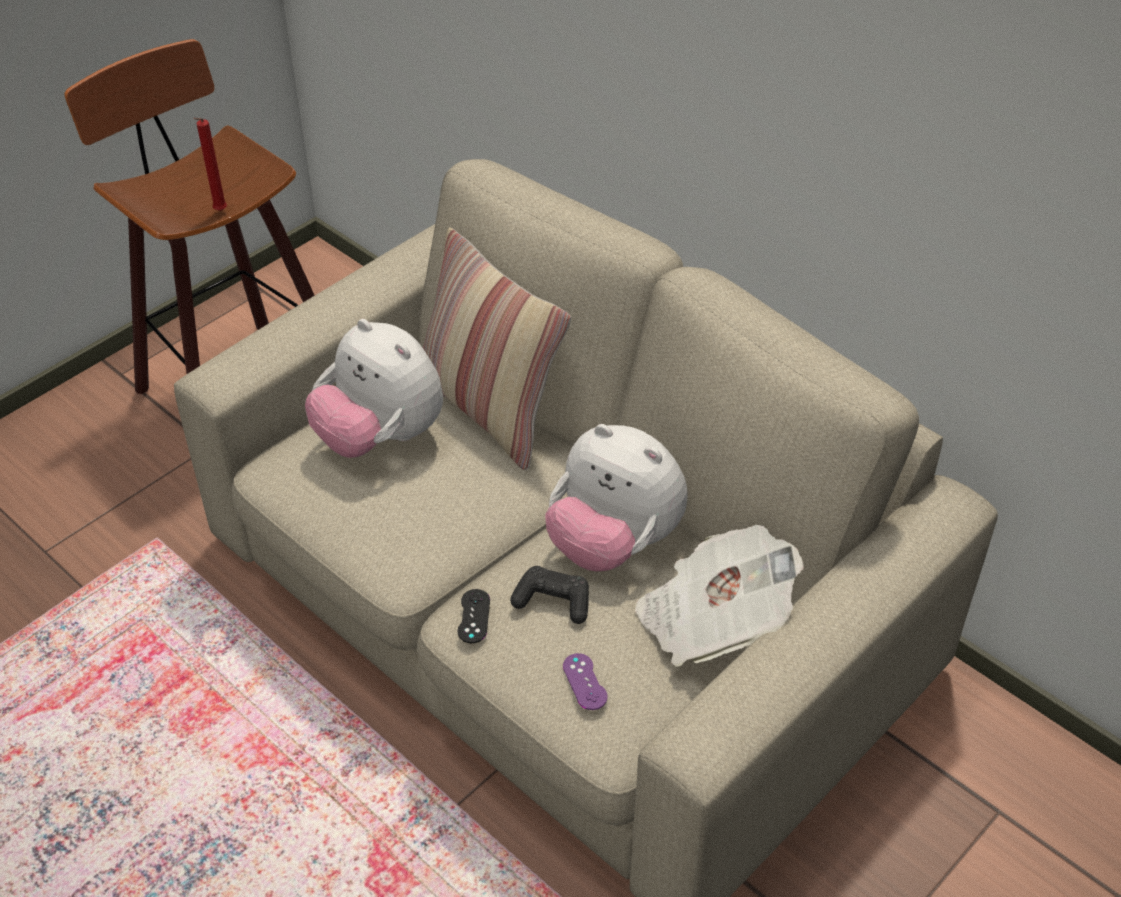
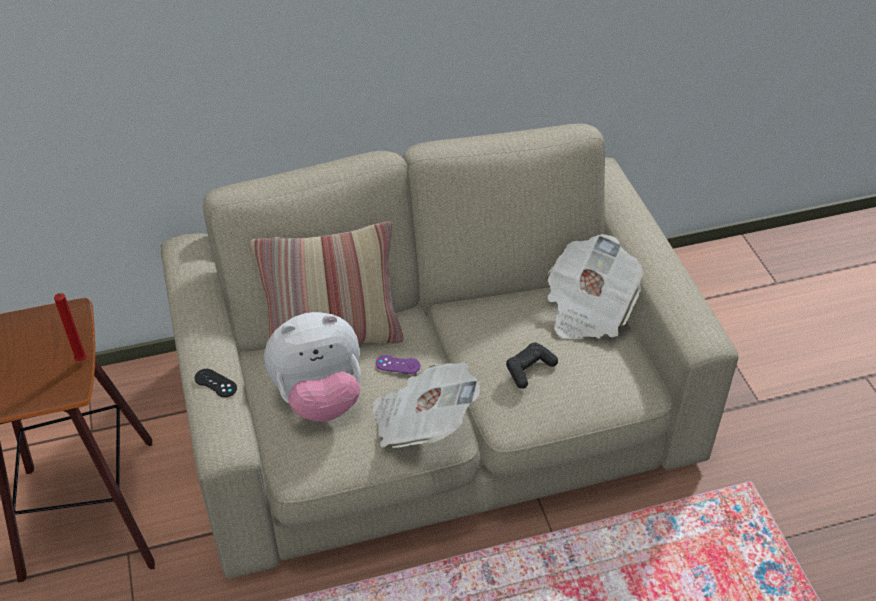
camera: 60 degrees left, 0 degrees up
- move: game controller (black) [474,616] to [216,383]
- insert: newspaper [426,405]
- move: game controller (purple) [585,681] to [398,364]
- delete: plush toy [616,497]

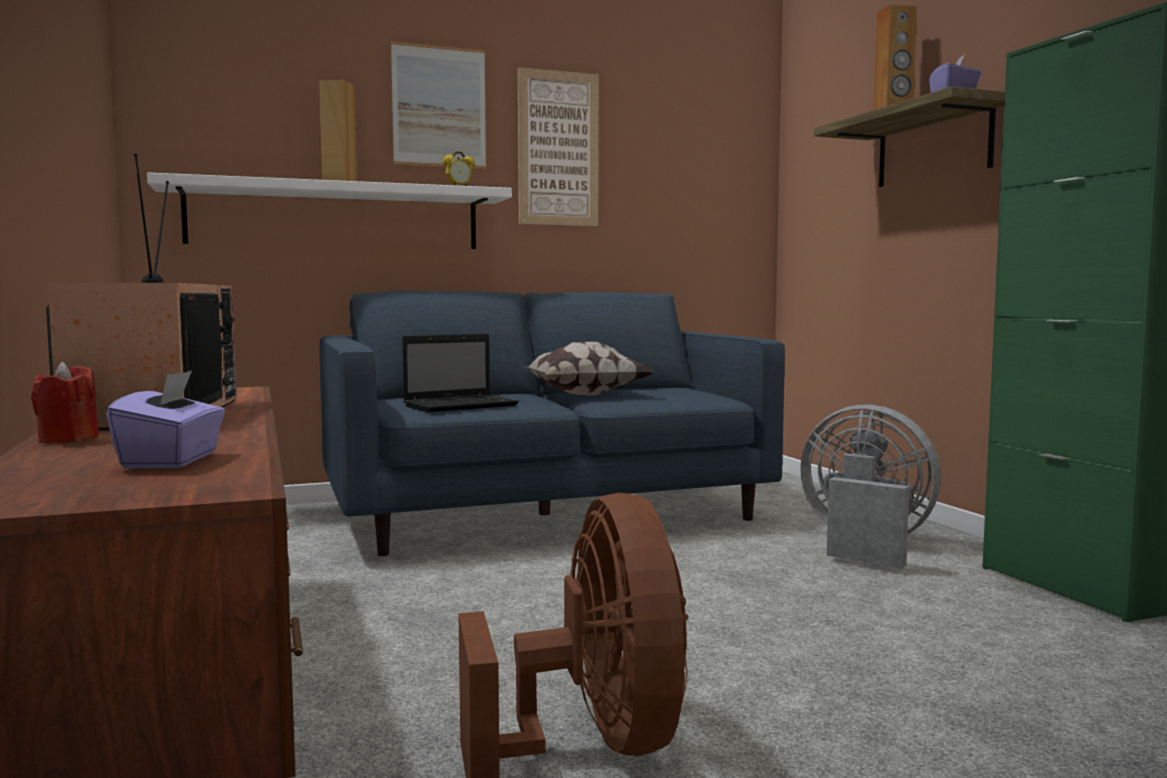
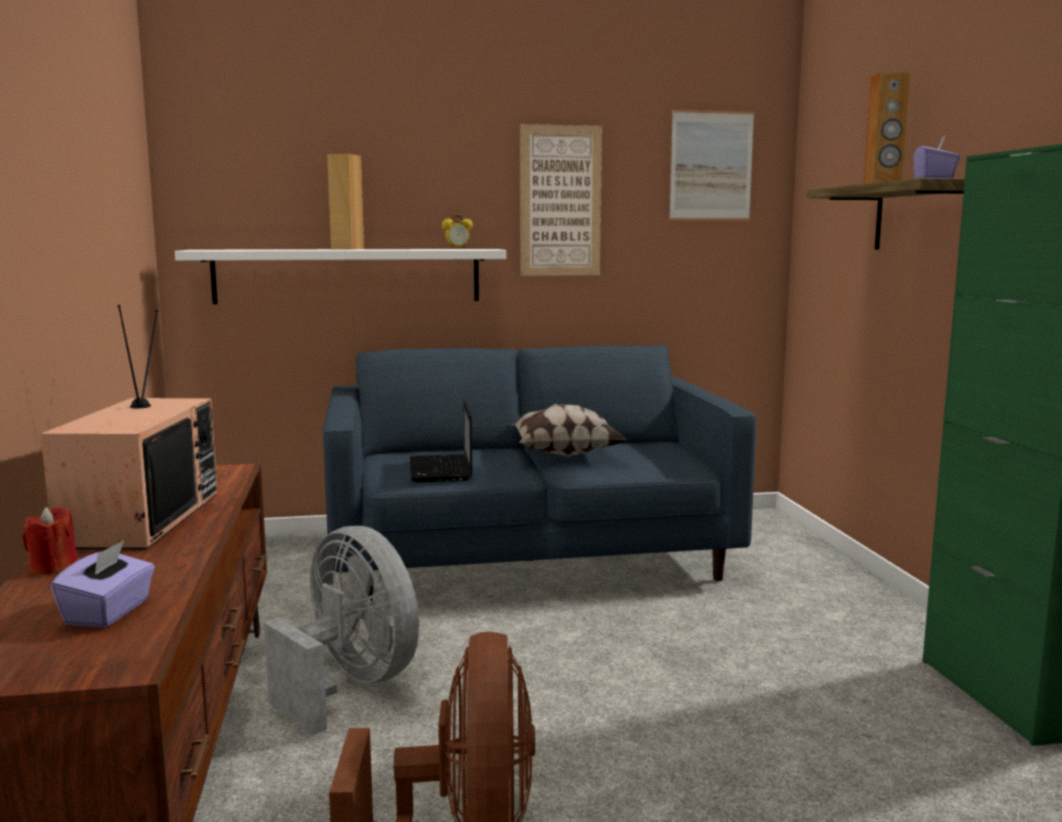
camera: 10 degrees right, 5 degrees up
- move: fan (grey) [870,487] to [341,631]
- rotate: laptop [460,373] = [441,441] 105 degrees clockwise
- move: picture [438,105] to [711,165]

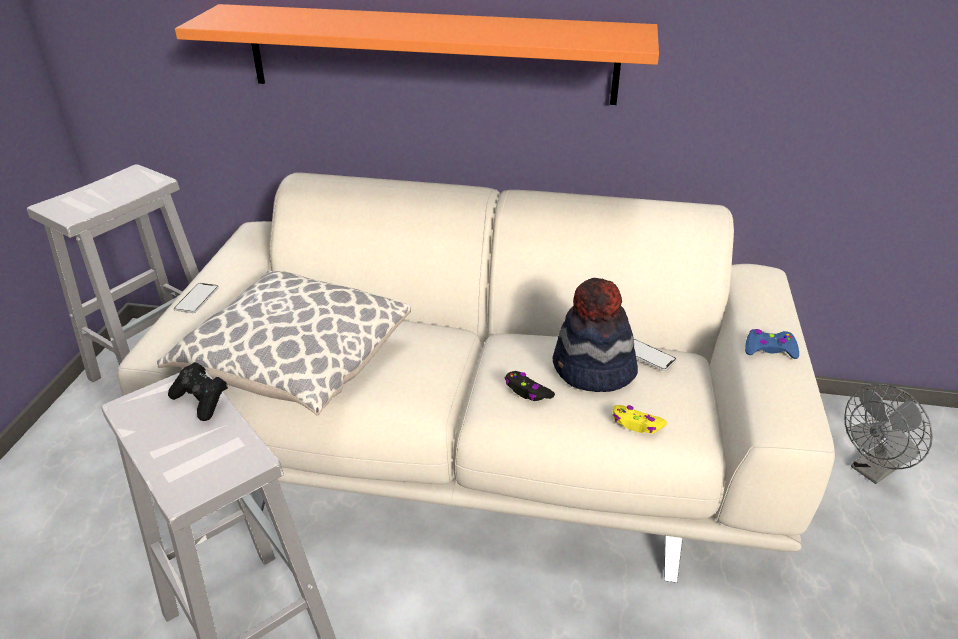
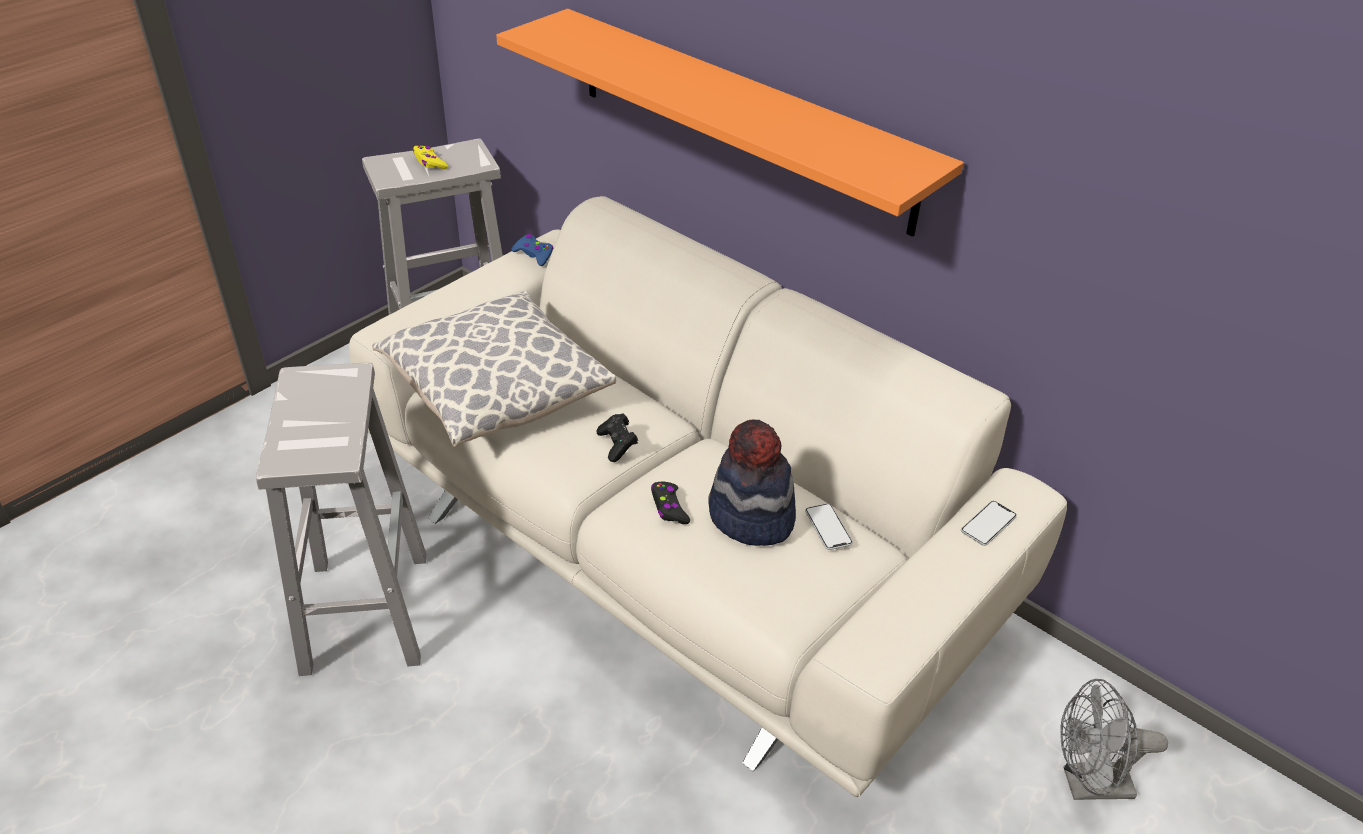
camera: 30 degrees right, 5 degrees up
- move: game controller (yellow) [639,419] to [430,157]
- move: game controller (blue) [772,344] to [532,250]
- move: game controller (black) [198,391] to [617,437]
- move: phone [196,298] to [989,523]

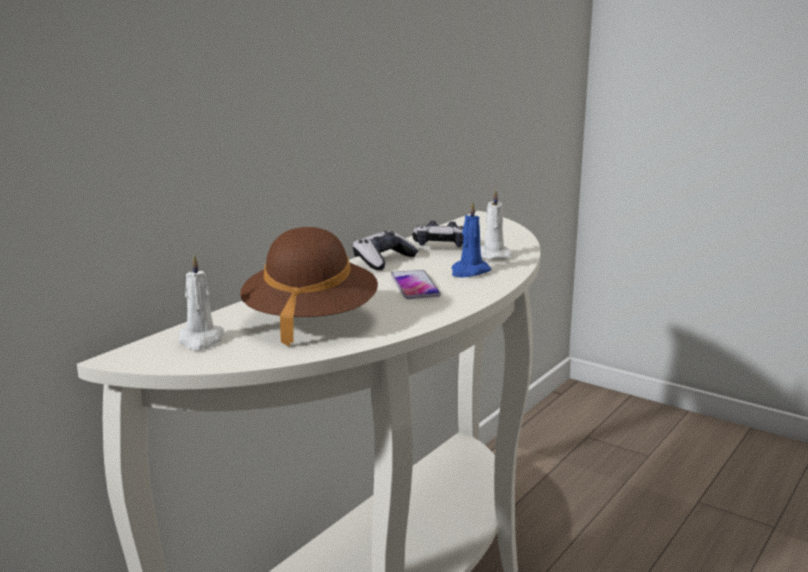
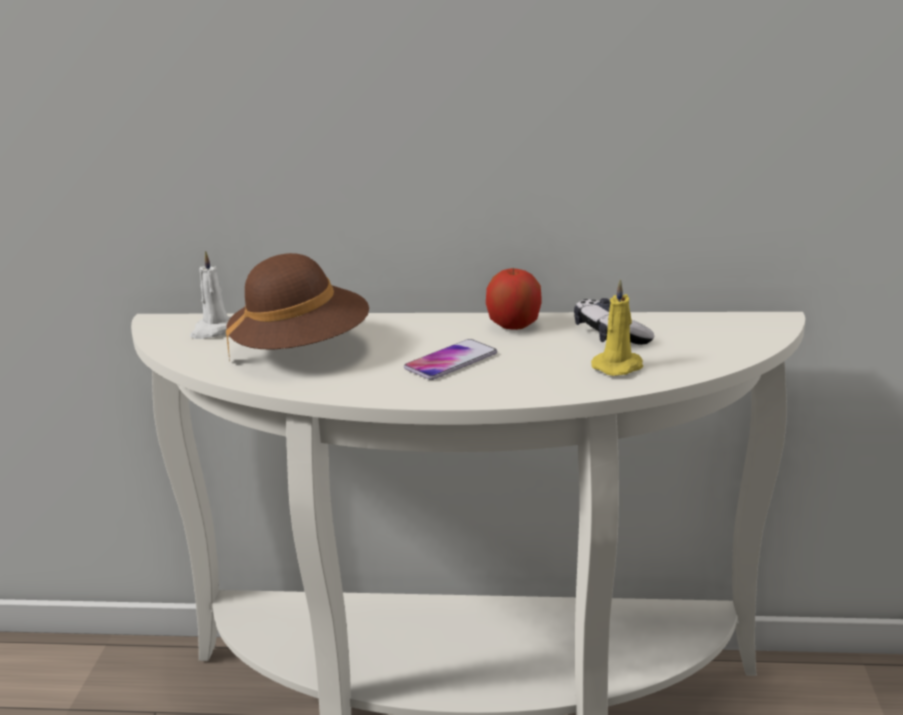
camera: 60 degrees right, 5 degrees up
- replace: game controller [385,250] to apple [514,299]
- recolor: candle (white) [496,225] to candle (yellow) [617,327]
- delete: candle (blue) [471,239]

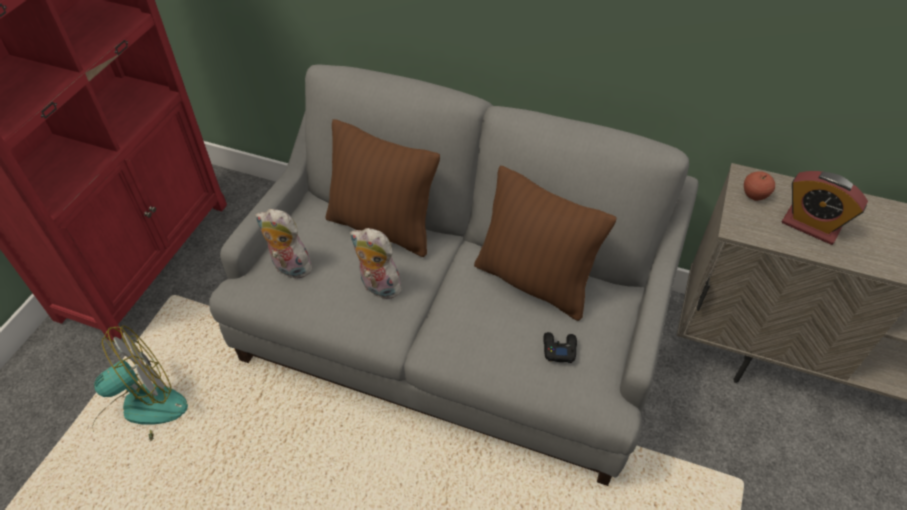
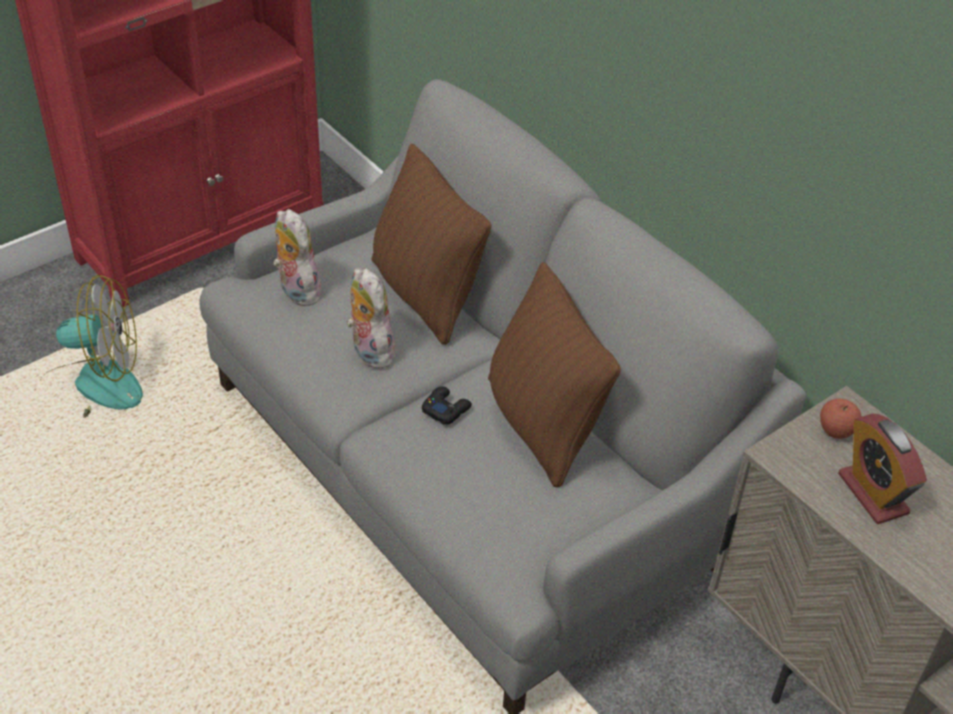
camera: 30 degrees right, 5 degrees down
- move: game controller (black) [560,347] to [447,405]

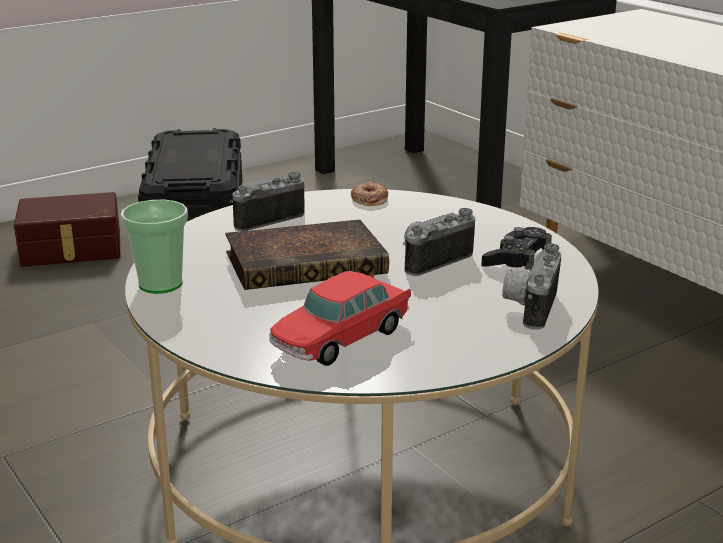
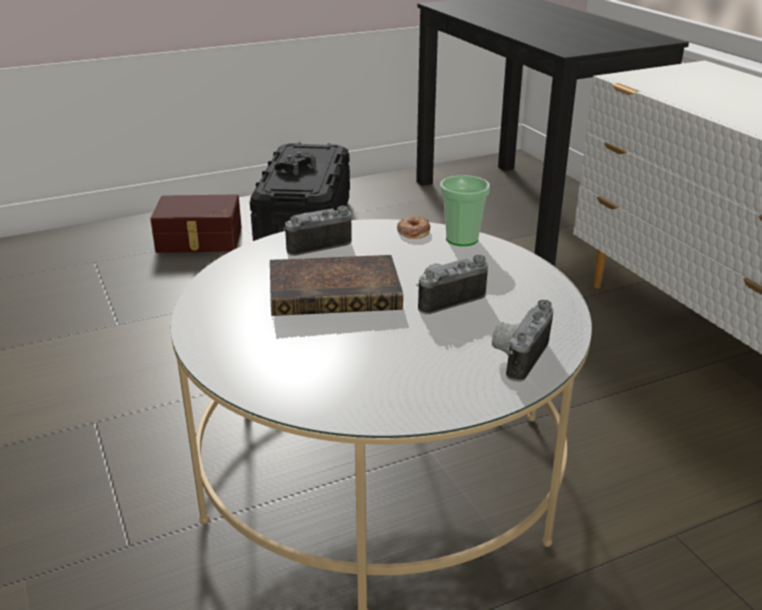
camera: 10 degrees right, 5 degrees up
- move: game controller (black) [516,248] to [295,164]
- move: cup [154,247] to [465,210]
- delete: toy car [340,318]

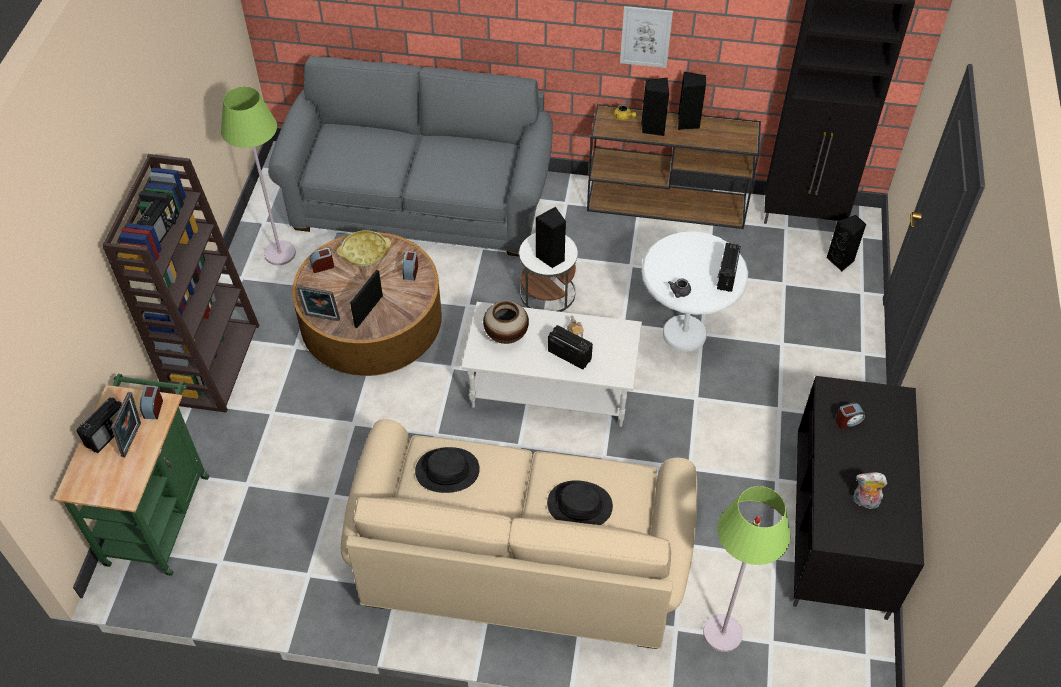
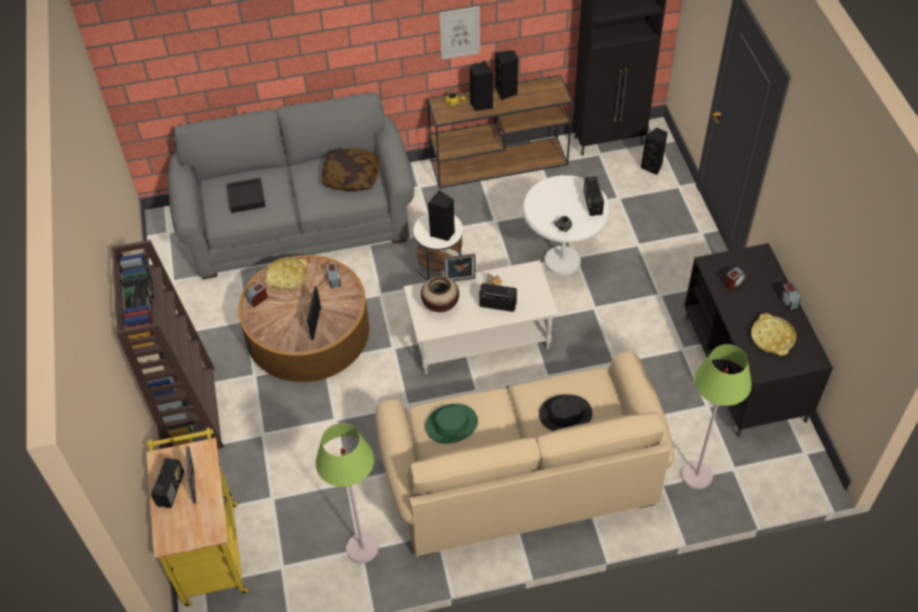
camera: 20 degrees left, 0 degrees up
- recolor: cart (green) [131,475] to cart (yellow) [197,517]
- insert: tray (black) [246,195]
- move: floor lamp (green) [258,176] to [347,493]
- insert: pillow [350,170]
- recolor: hat (black) [447,470] to hat (green) [451,423]
- move: picture frame [318,303] to [459,267]
- replace: plush toy [870,490] to tray (yellow) [773,334]
- move: alarm clock [151,402] to [790,296]

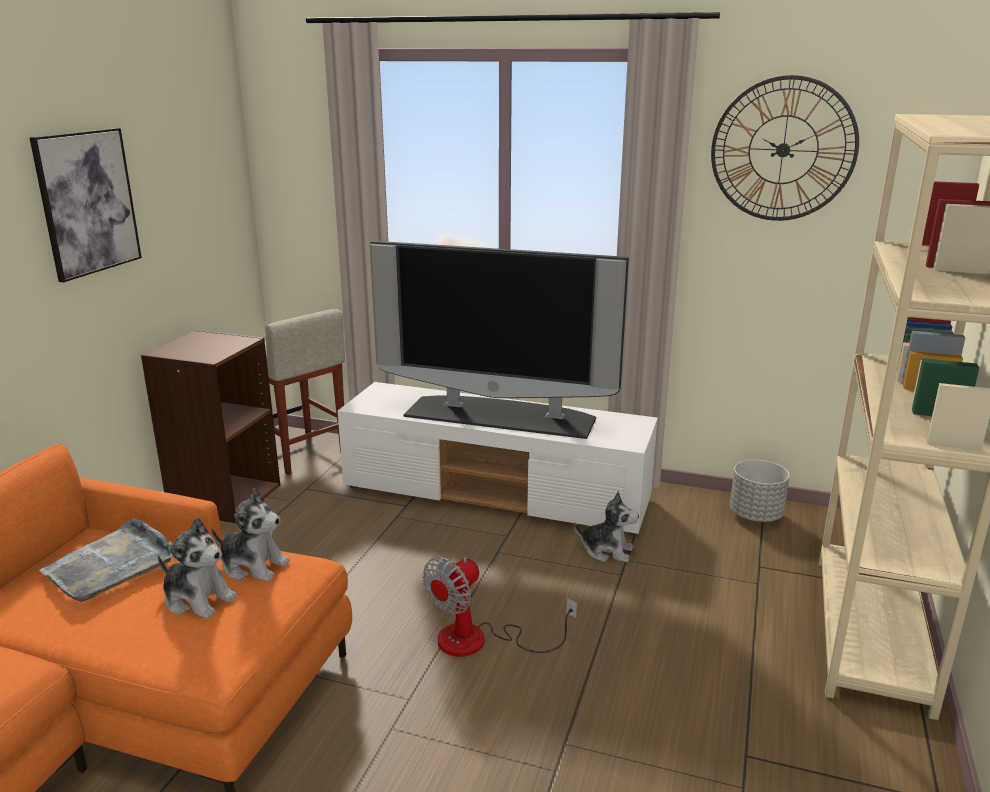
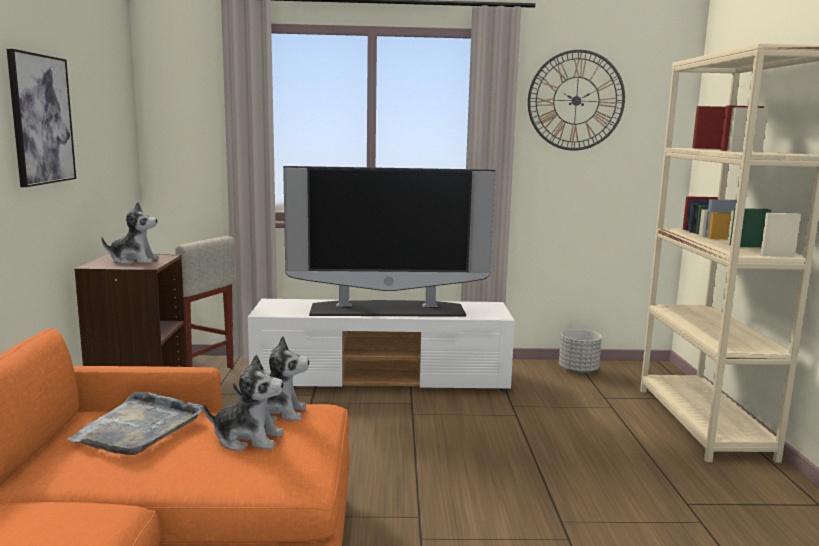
camera: 20 degrees left, 10 degrees down
- move: plush toy [606,526] to [130,233]
- delete: fan [499,607]

